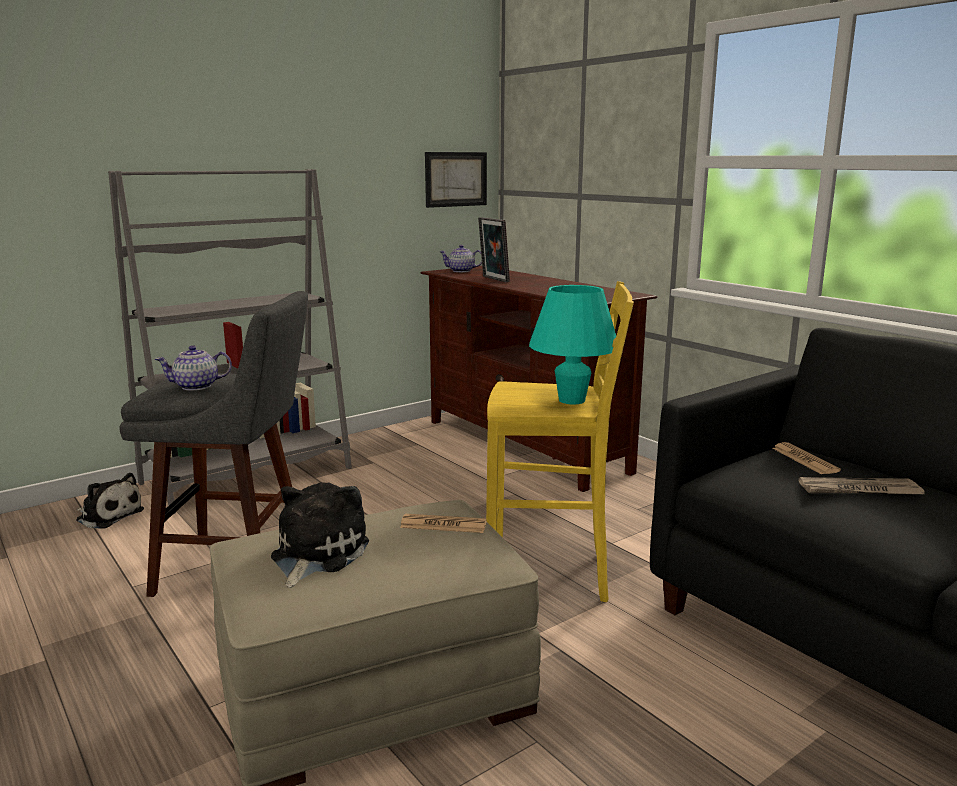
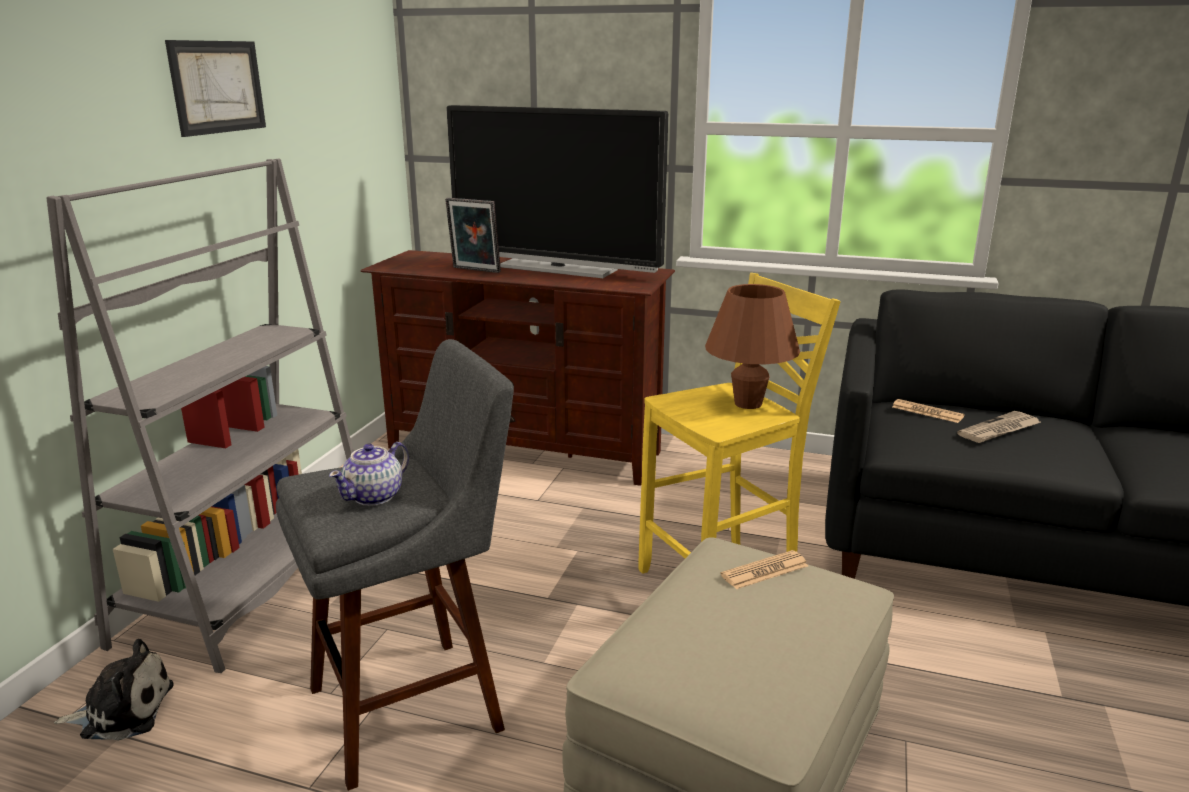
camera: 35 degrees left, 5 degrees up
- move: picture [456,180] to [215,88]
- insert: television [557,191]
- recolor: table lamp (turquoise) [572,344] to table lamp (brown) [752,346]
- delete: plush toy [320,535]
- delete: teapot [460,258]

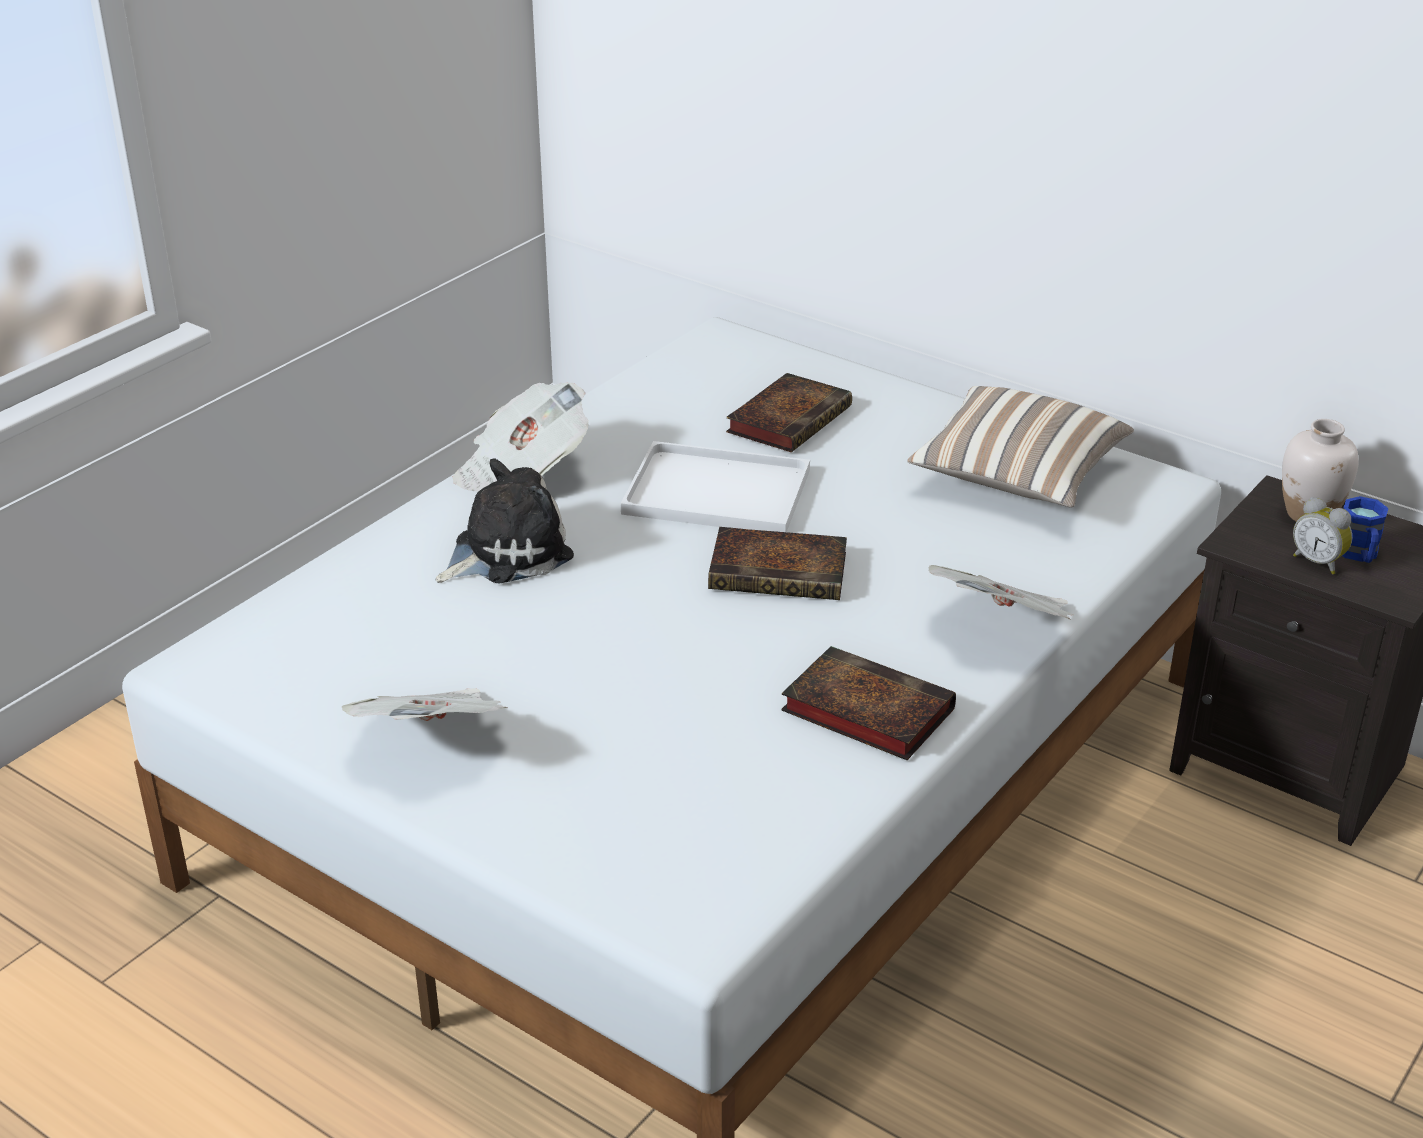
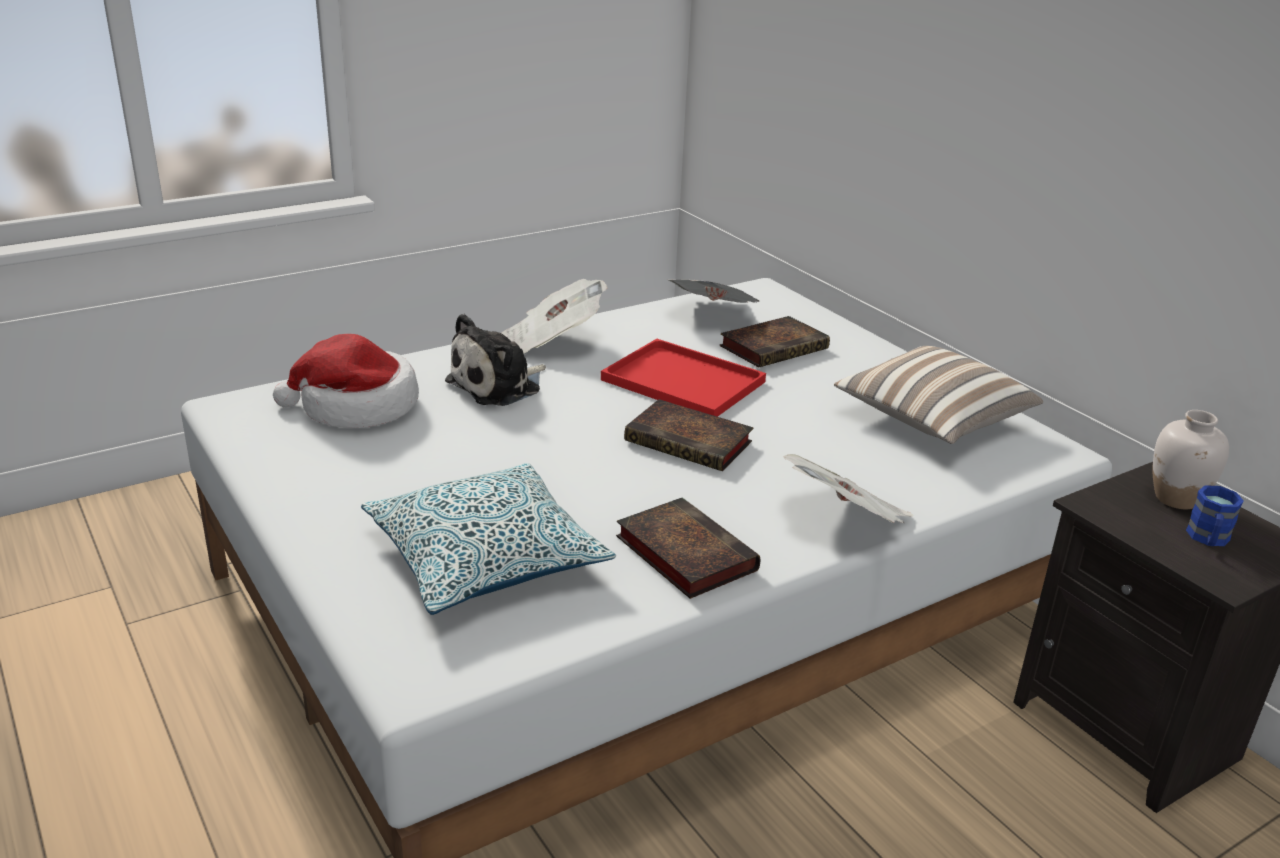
camera: 20 degrees right, 5 degrees down
- insert: hat [346,381]
- insert: pillow [488,539]
- rotate: plush toy [505,520] = [495,360] 150 degrees clockwise
- recolor: tray (white) [715,486] to tray (red) [683,378]
- move: newspaper [424,704] to [714,291]
- delete: alarm clock [1322,535]

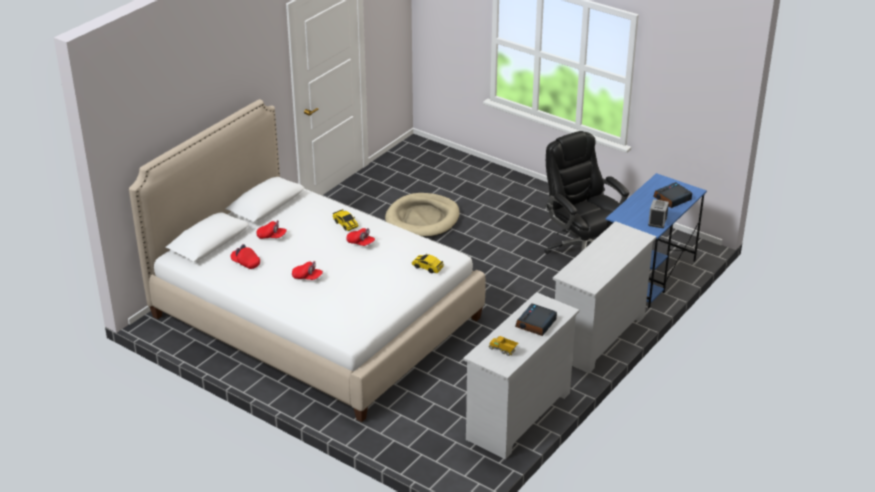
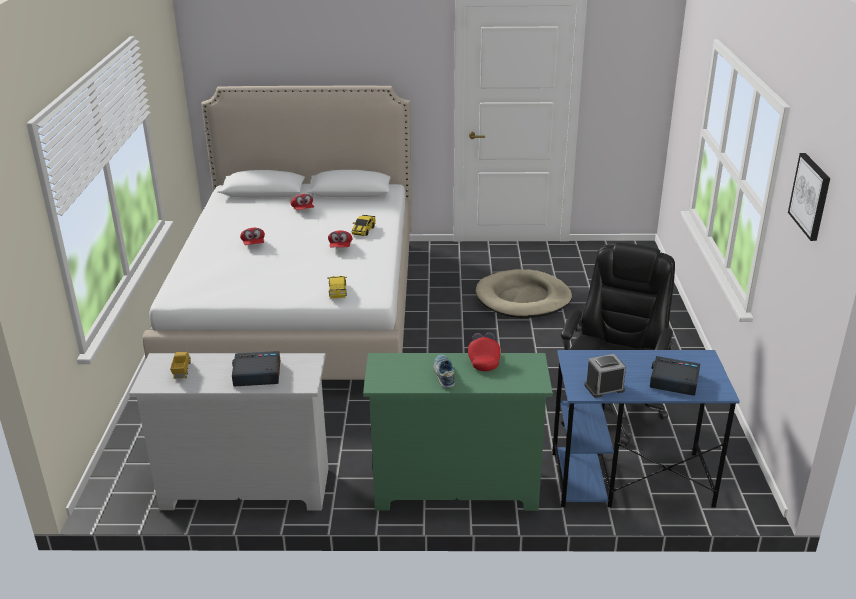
camera: 55 degrees right, 5 degrees down
- recolor: dresser (white) [604,297] to dresser (green) [458,432]
- insert: shoe [444,371]
- move: cap (red) [245,256] to [484,352]
- insert: picture [809,197]

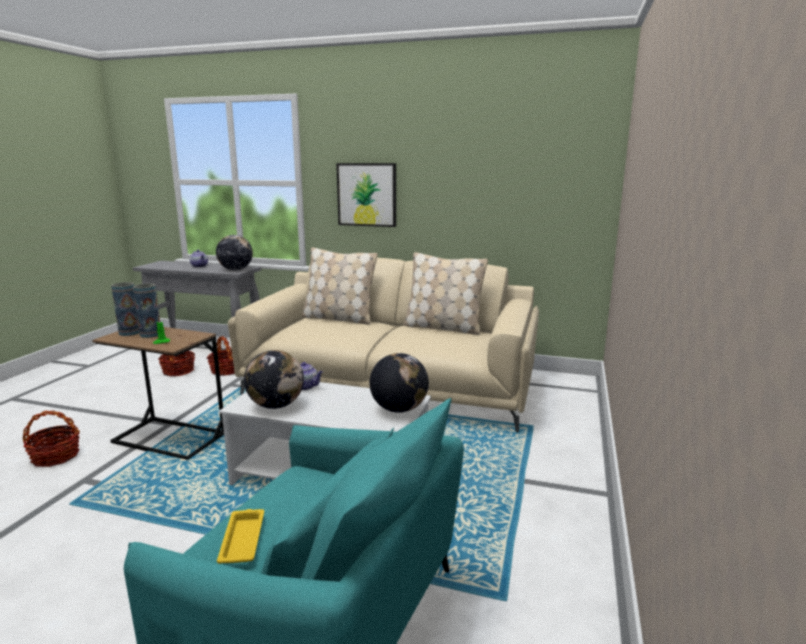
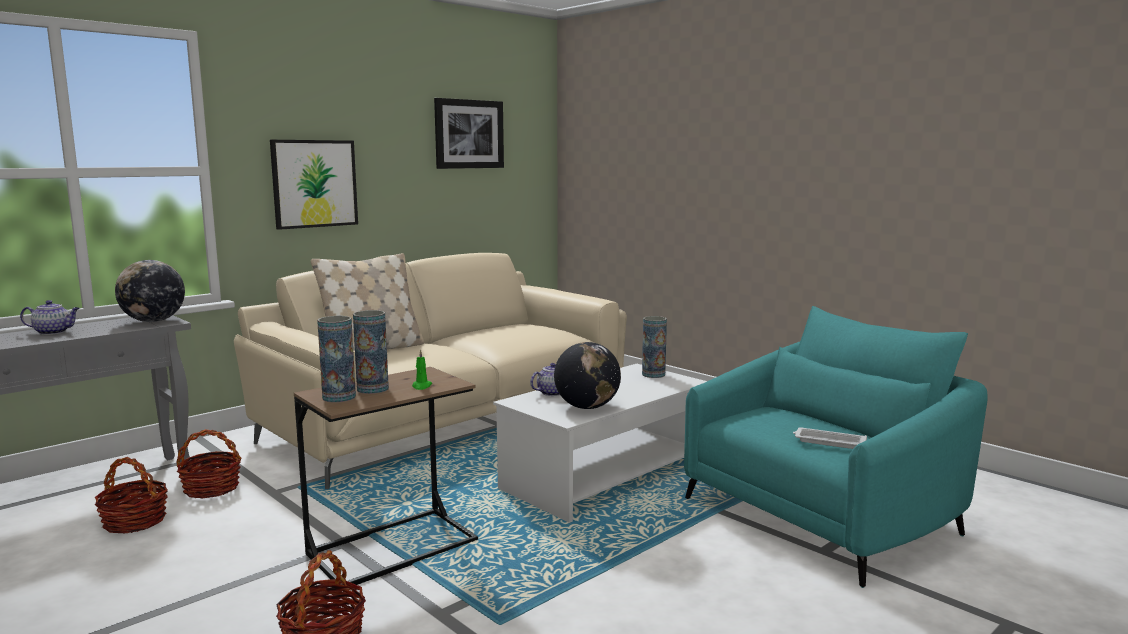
camera: 60 degrees left, 5 degrees down
- insert: picture [469,133]
- replace: globe [399,383] to vase [654,347]
- recolor: tray (yellow) [240,536] to tray (white) [830,438]
- delete: pillow (beige) [445,293]

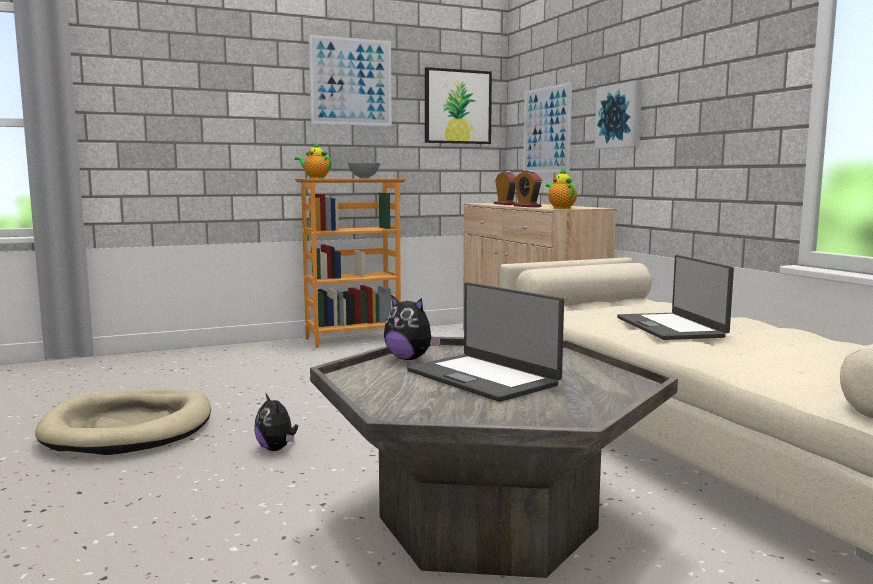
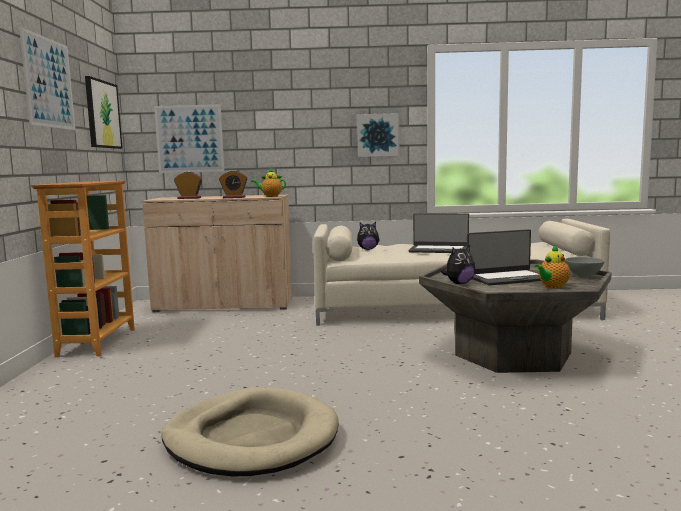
camera: 65 degrees left, 0 degrees up
- move: picture [618,114] to [378,135]
- move: plush toy [276,422] to [368,236]
- move: teapot [313,160] to [552,266]
- move: bowl (grey) [364,171] to [585,267]

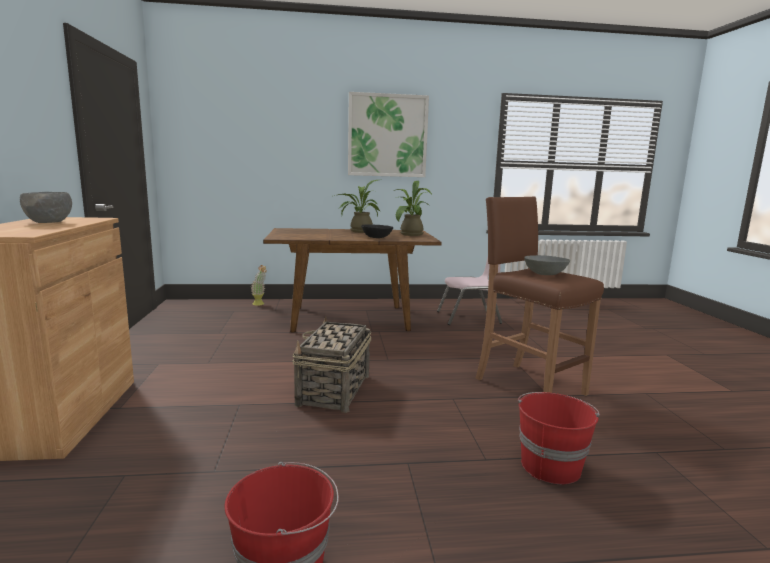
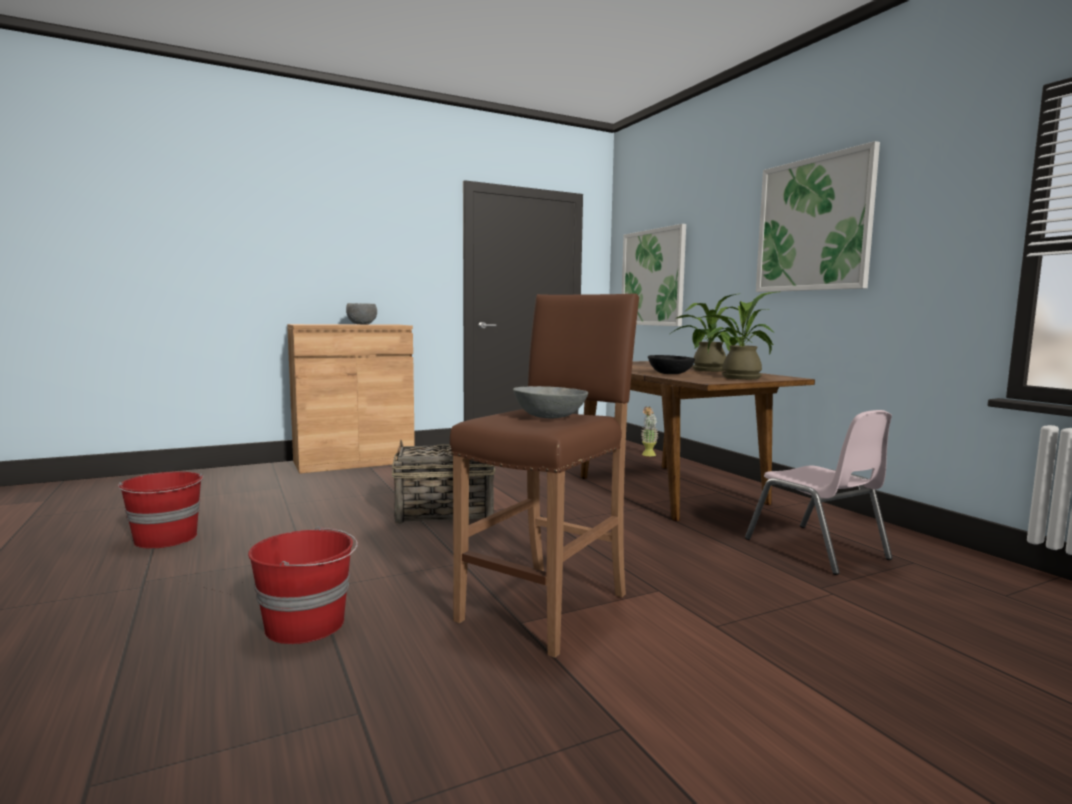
camera: 70 degrees right, 5 degrees down
- insert: picture [654,275]

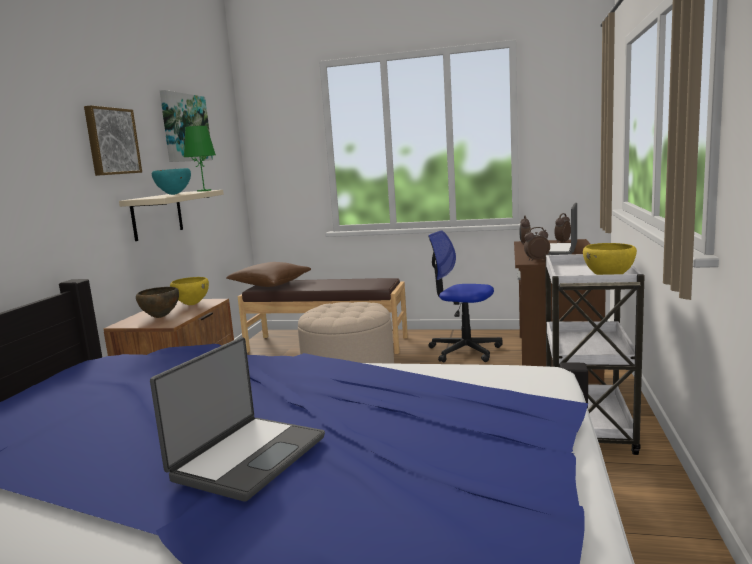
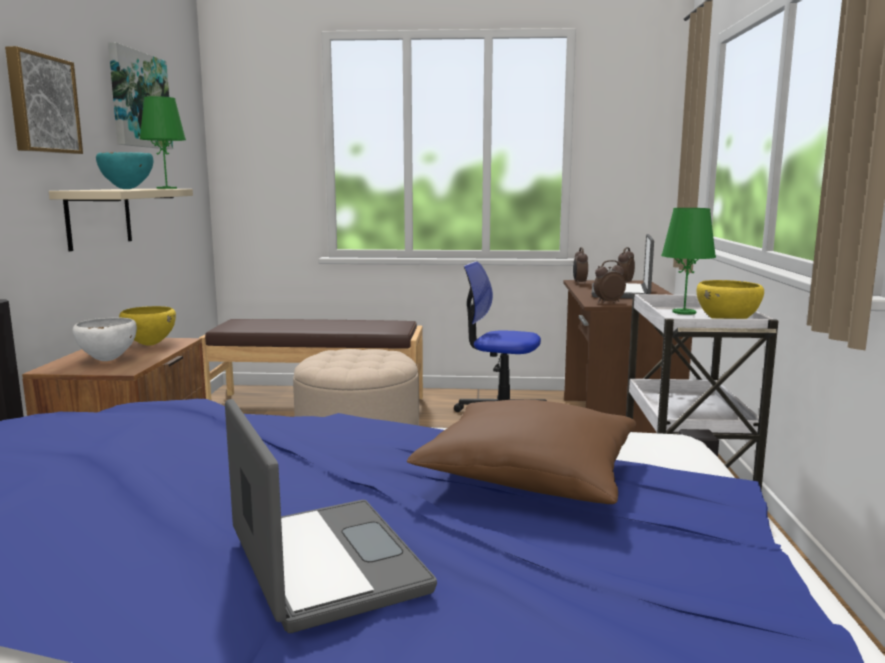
camera: 10 degrees left, 0 degrees up
- recolor: bowl (brown) [157,302] to bowl (white) [105,339]
- rotate: laptop [237,419] = [331,516] 45 degrees counterclockwise
- move: pillow (brown) [268,274] to [521,452]
- insert: table lamp (green) [688,261]

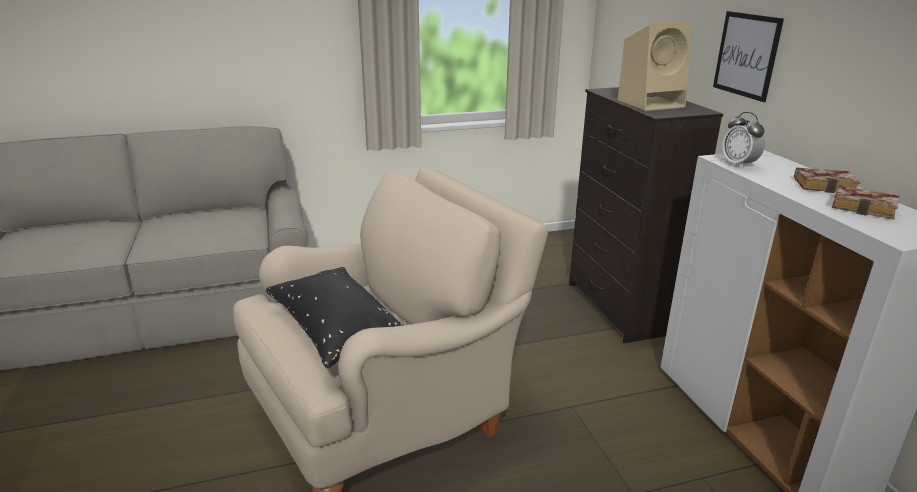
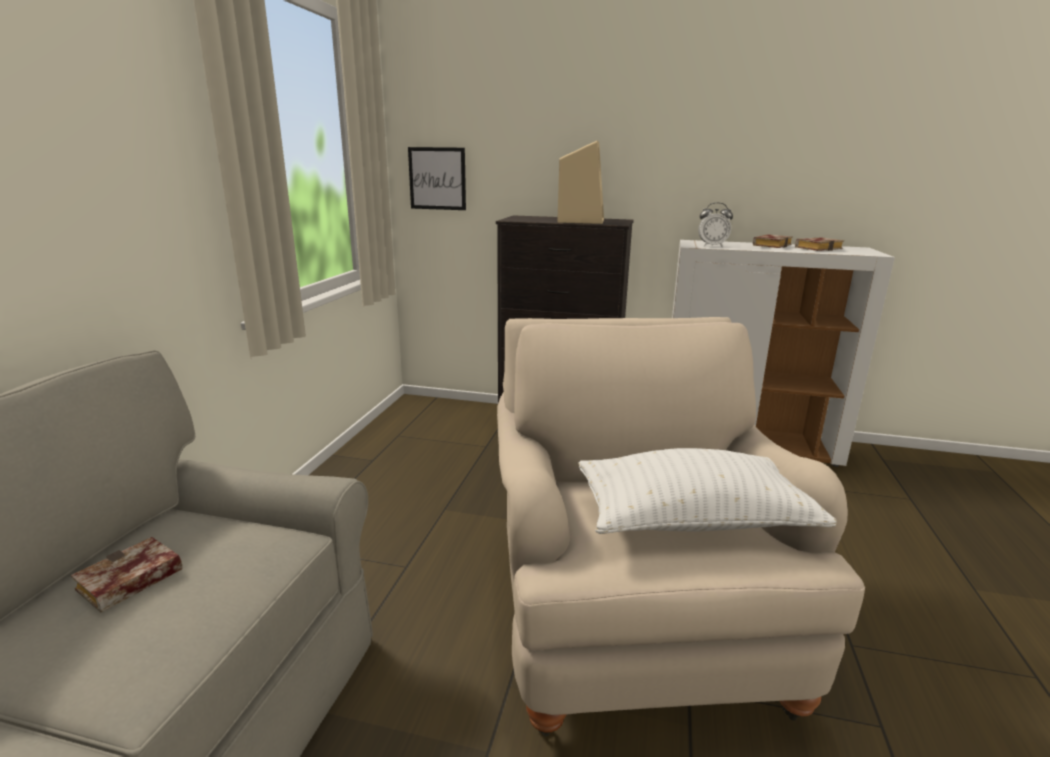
camera: 60 degrees left, 5 degrees down
- insert: book [126,575]
- move: picture [748,56] to [437,178]
- recolor: pillow (black) [335,317] to pillow (white) [707,491]

